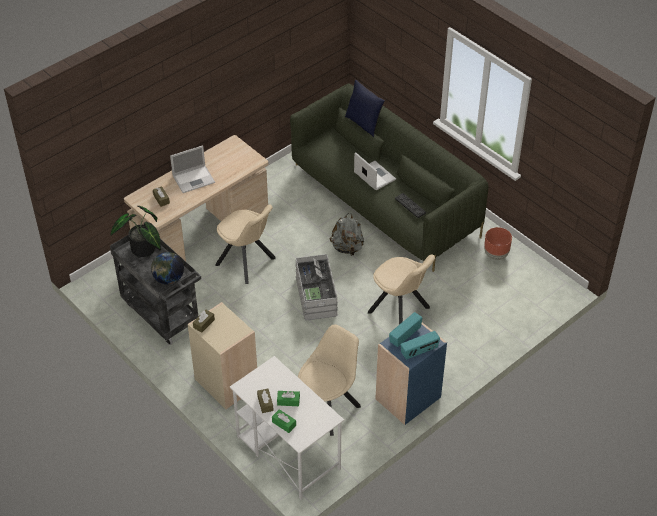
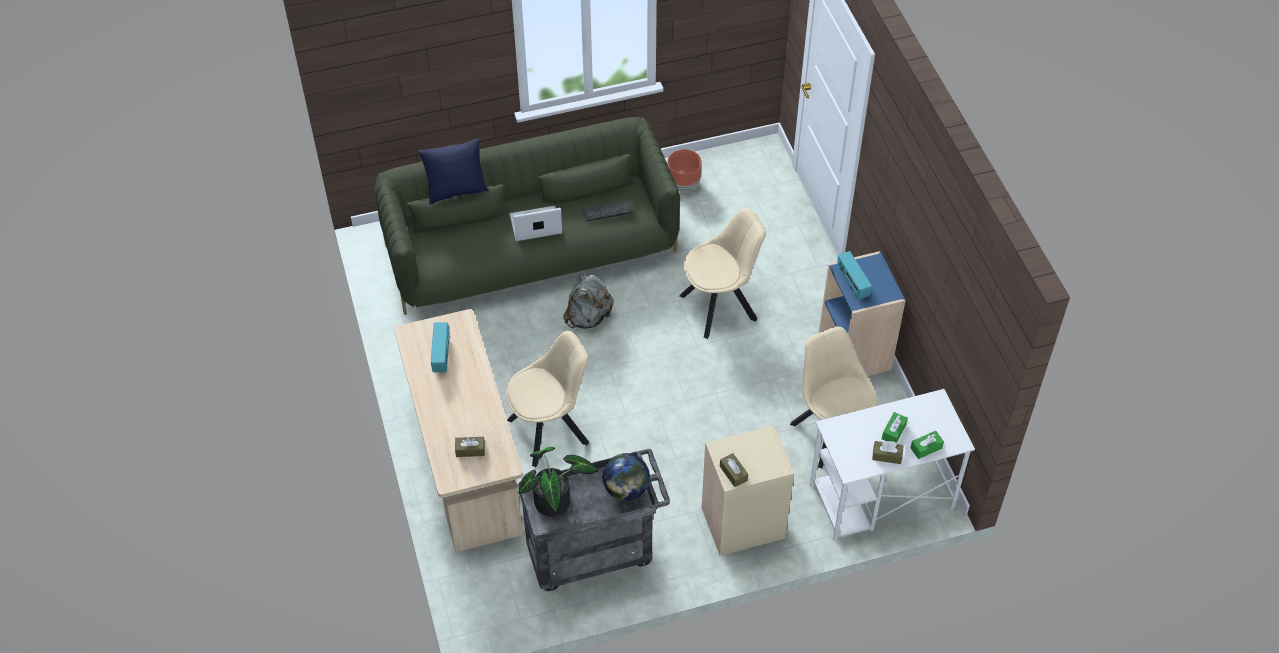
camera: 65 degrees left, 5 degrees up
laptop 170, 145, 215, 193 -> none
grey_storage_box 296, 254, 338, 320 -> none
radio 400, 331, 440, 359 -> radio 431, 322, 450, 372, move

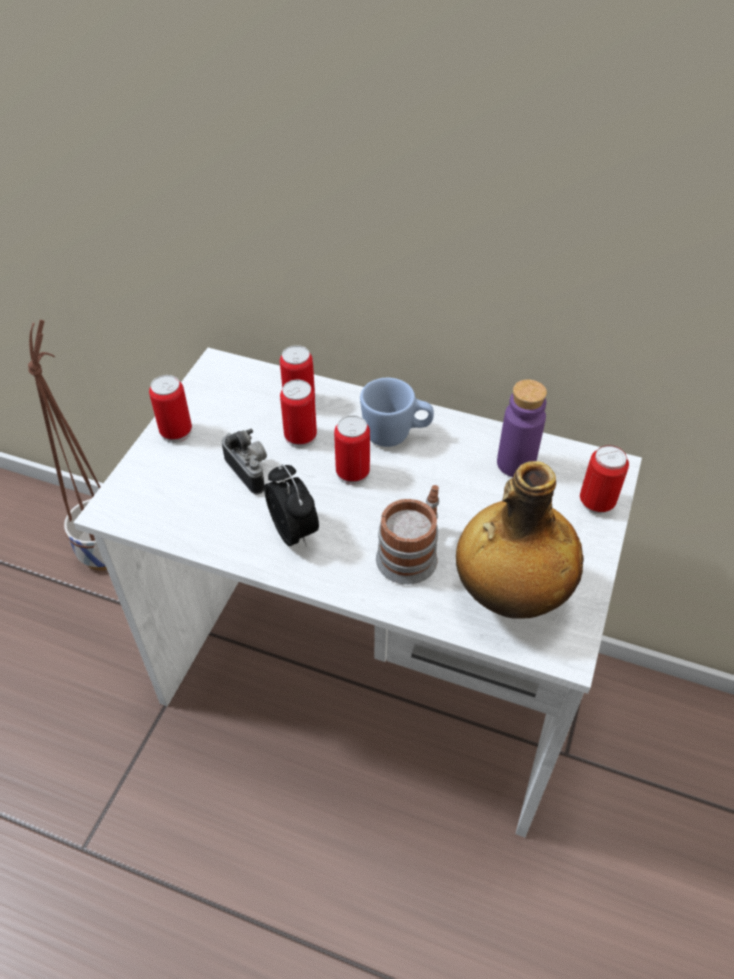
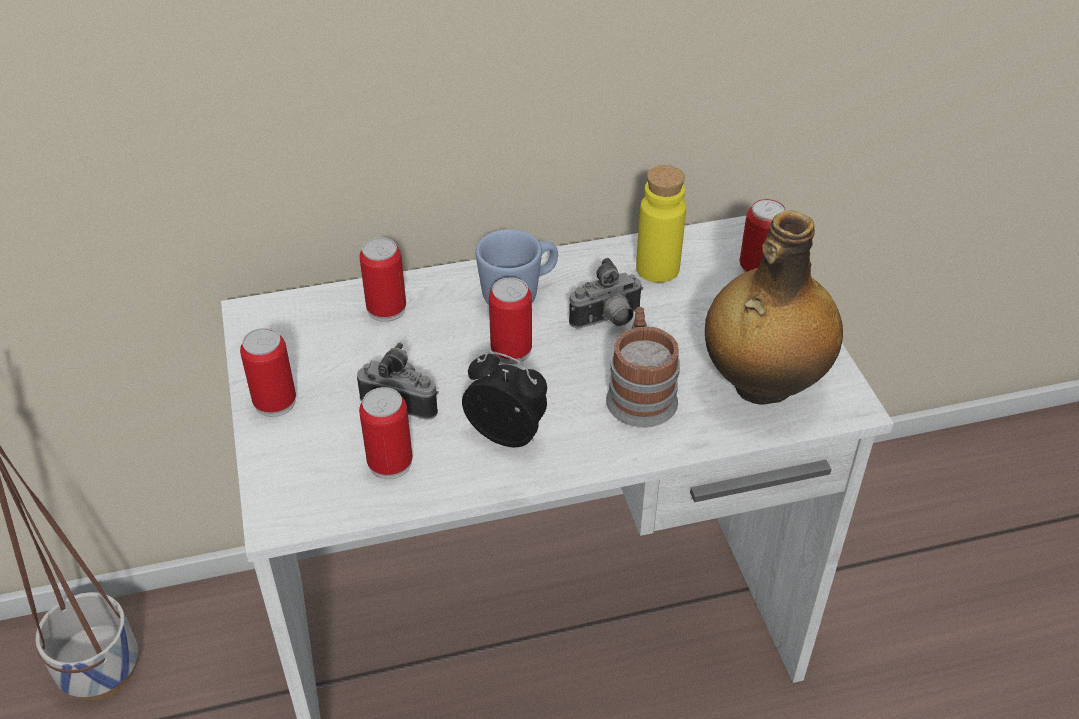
camera: 35 degrees left, 5 degrees down
can 280, 380, 317, 448 -> can 359, 387, 413, 479, move
purple_bottle 497, 379, 547, 477 -> yellow_bottle 636, 165, 686, 282
none -> photo_camera 569, 258, 643, 328

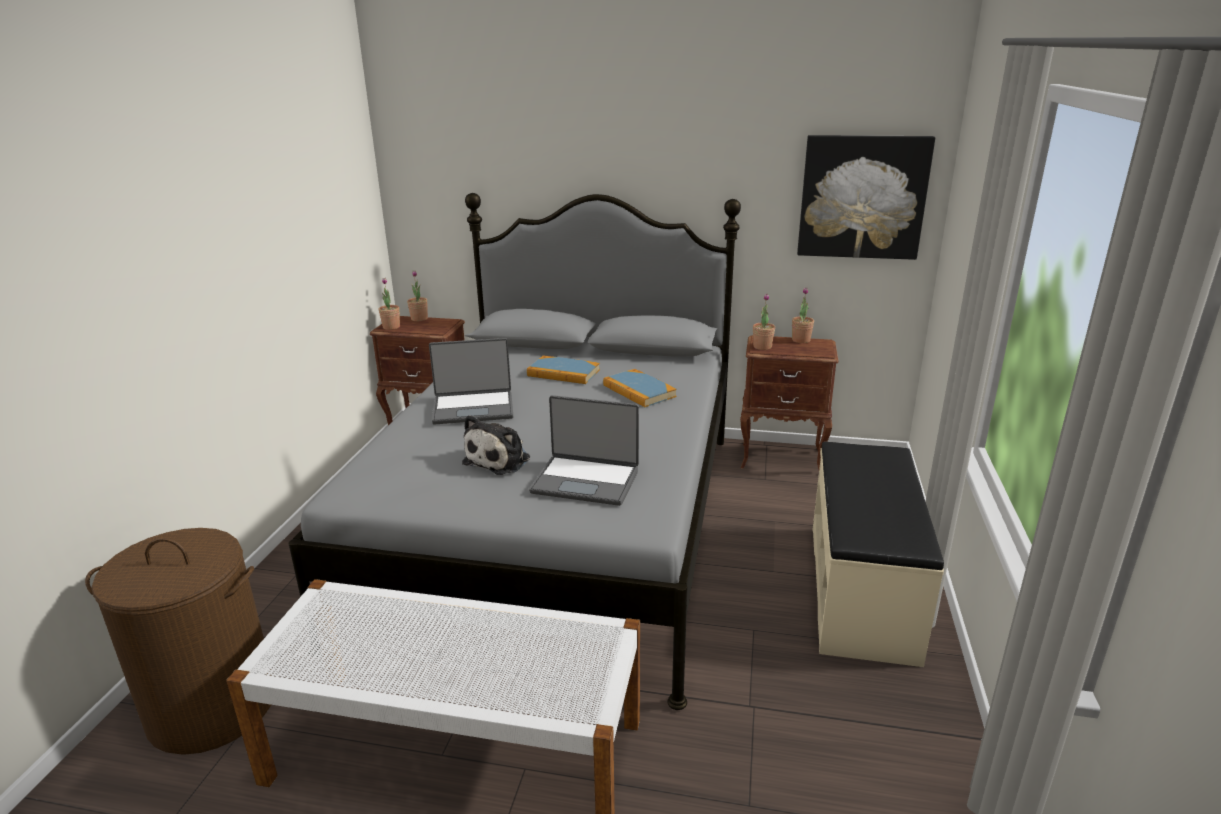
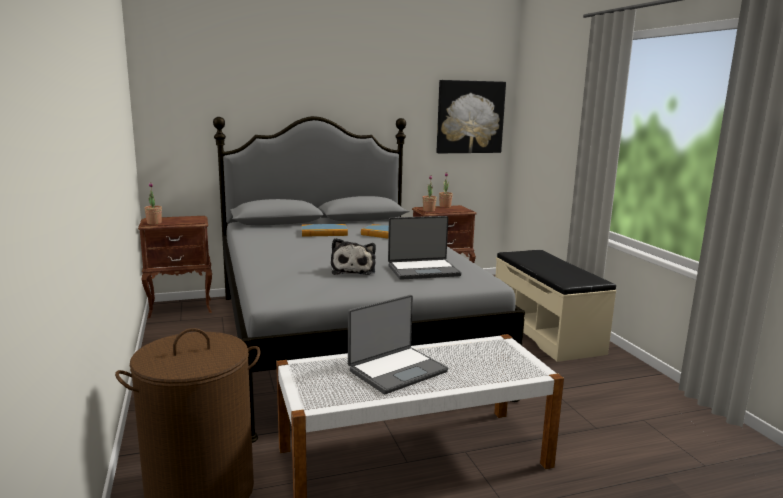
camera: 30 degrees left, 10 degrees down
potted_plant 407, 271, 428, 321 -> none
laptop 429, 338, 513, 425 -> laptop 348, 295, 448, 394, move

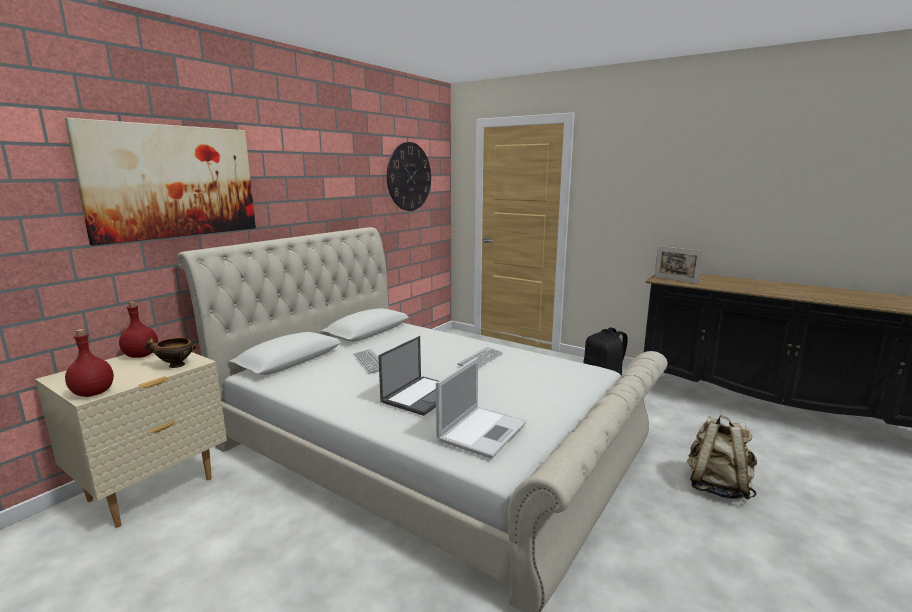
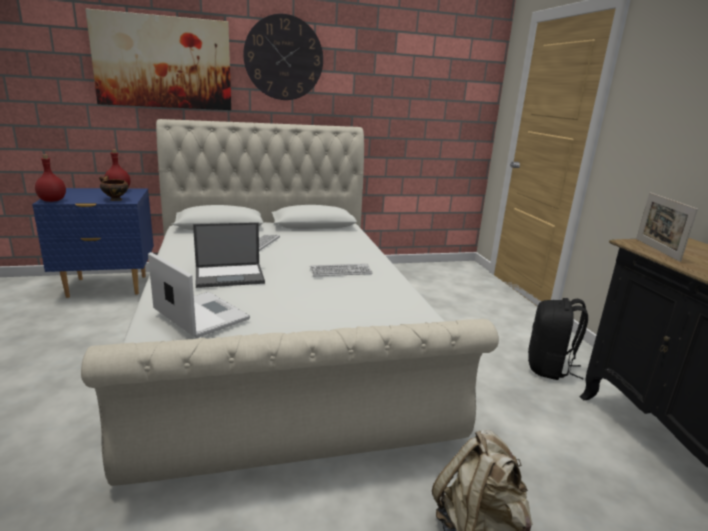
camera: 40 degrees right, 5 degrees up
beige_nightstand 35, 352, 227, 528 -> blue_nightstand 32, 188, 154, 298
wall_clock 387, 142, 431, 211 -> wall_clock 243, 14, 323, 100, move
laptop 436, 357, 526, 459 -> laptop 148, 252, 250, 338, 120 degrees counterclockwise

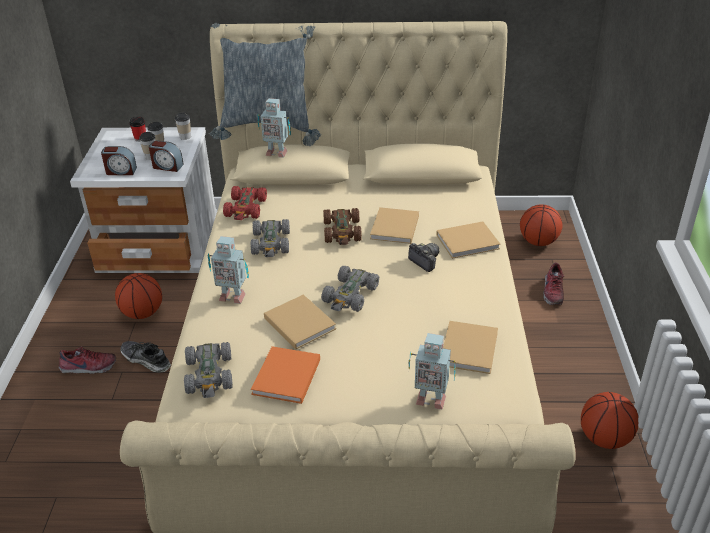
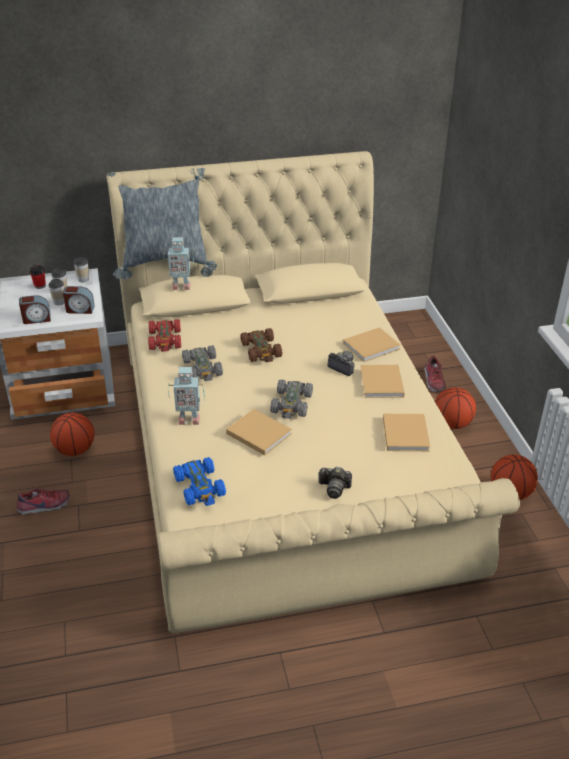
camera: 15 degrees left, 0 degrees up
shoe 120, 341, 171, 373 -> none
grey_toy_car 184, 342, 233, 398 -> blue_toy_car 173, 457, 226, 506
orange_book 251, 346, 320, 404 -> none
beige_book 370, 207, 419, 244 -> beige_book 360, 365, 405, 398, move
toy_robot 408, 333, 456, 410 -> none
basketball 520, 204, 563, 246 -> basketball 435, 387, 476, 429, move
none -> photo_camera 318, 467, 352, 499

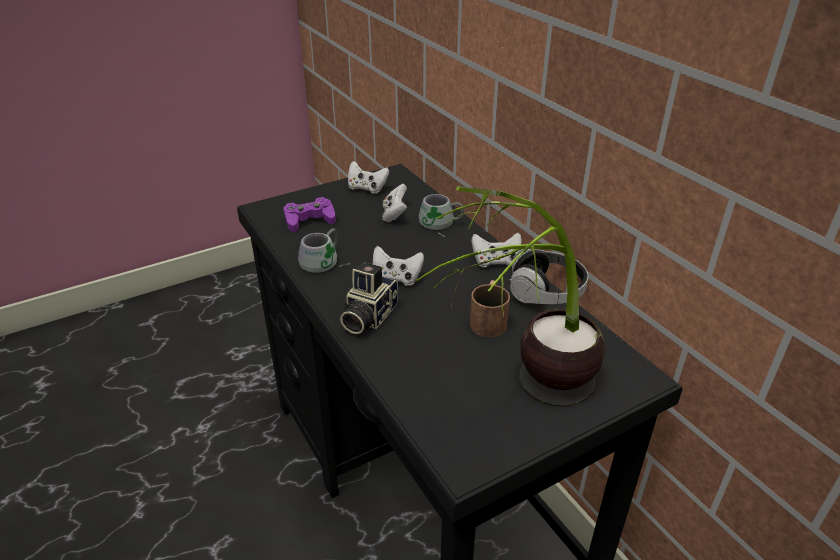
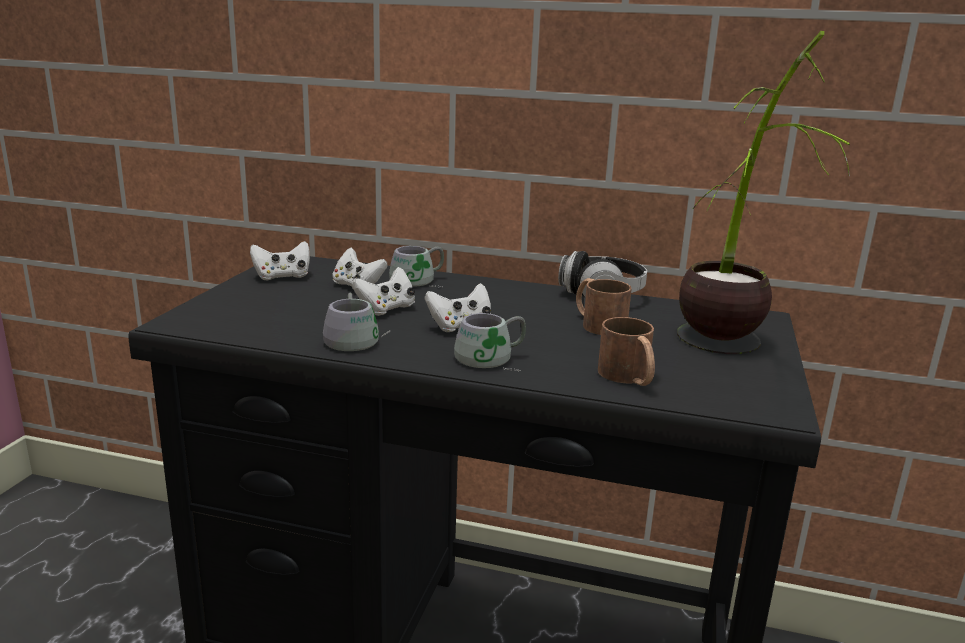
camera: 45 degrees left, 15 degrees down
purple_game_controller 283, 197, 336, 232 -> none
photo_camera 340, 262, 398, 334 -> grey_mug 454, 313, 526, 372
white_game_controller 471, 233, 522, 267 -> white_game_controller 352, 267, 415, 316, move
none -> brown_mug 598, 317, 655, 386

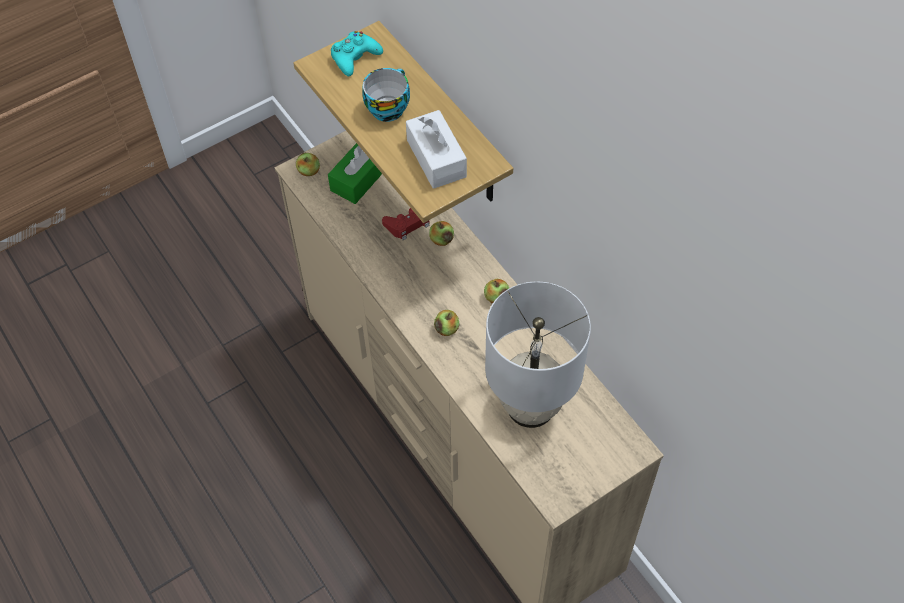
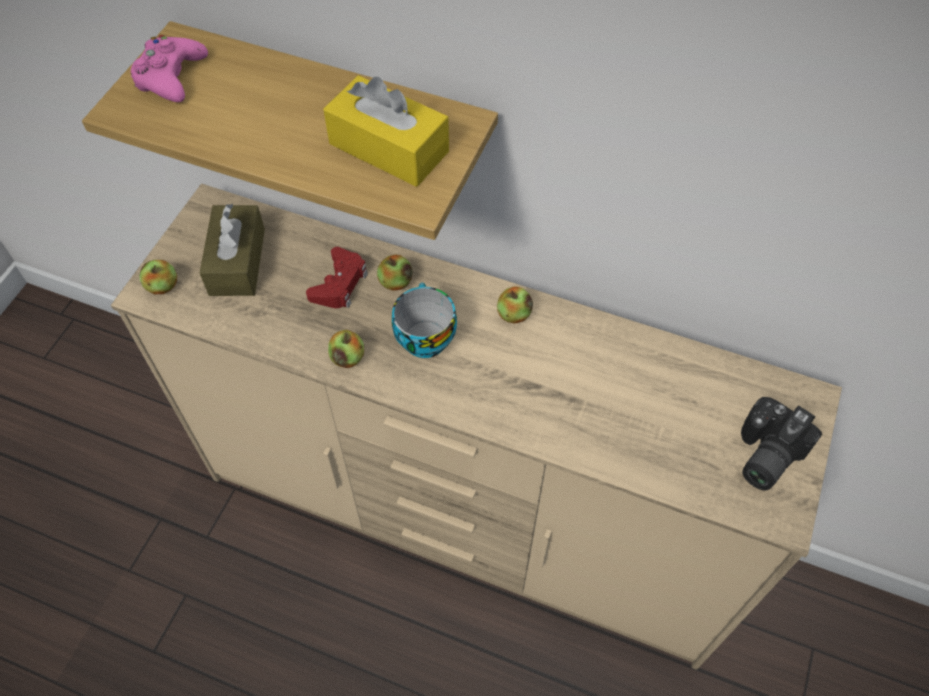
camera: 35 degrees left, 0 degrees up
green_tissue_box 328, 143, 382, 204 -> brown_tissue_box 200, 203, 265, 296
turquoise_game_controller 331, 31, 383, 76 -> pink_game_controller 131, 35, 208, 102
cup 362, 68, 410, 122 -> cup 392, 283, 457, 358, move
white_tissue_box 406, 110, 467, 189 -> yellow_tissue_box 323, 75, 449, 187
apple 434, 310, 460, 336 -> apple 328, 330, 364, 368, move
white_table_lamp 485, 282, 591, 428 -> none
none -> photo_camera 741, 397, 822, 490

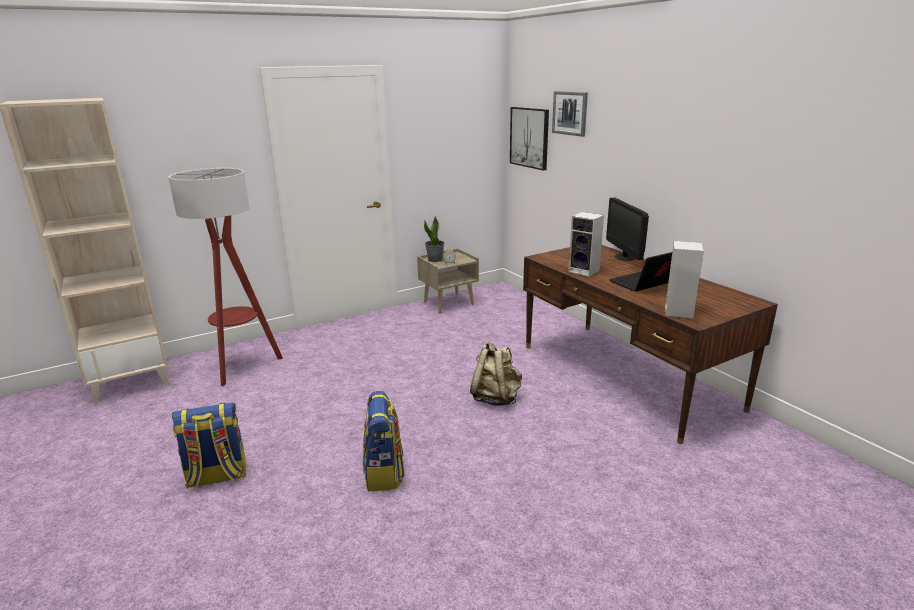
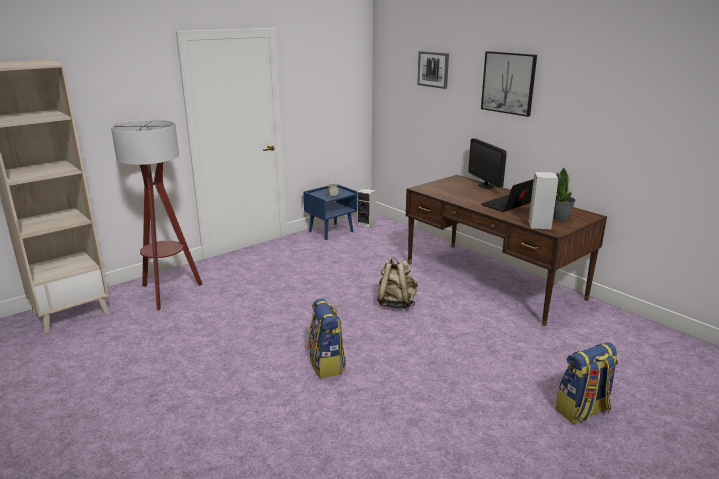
camera: 10 degrees left, 0 degrees up
backpack 172, 402, 246, 489 -> backpack 555, 343, 618, 424, move
beige_nightstand 417, 248, 479, 313 -> blue_nightstand 303, 184, 357, 240
potted_plant 424, 216, 444, 262 -> potted_plant 553, 168, 576, 221, move
picture 510, 107, 549, 171 -> picture 481, 51, 537, 117, move
speaker 568, 212, 604, 277 -> speaker 357, 188, 376, 228, move

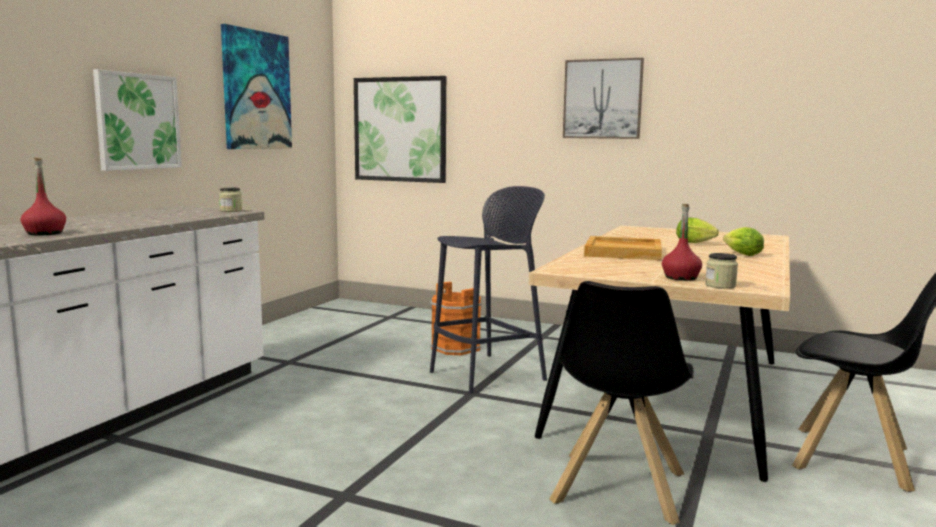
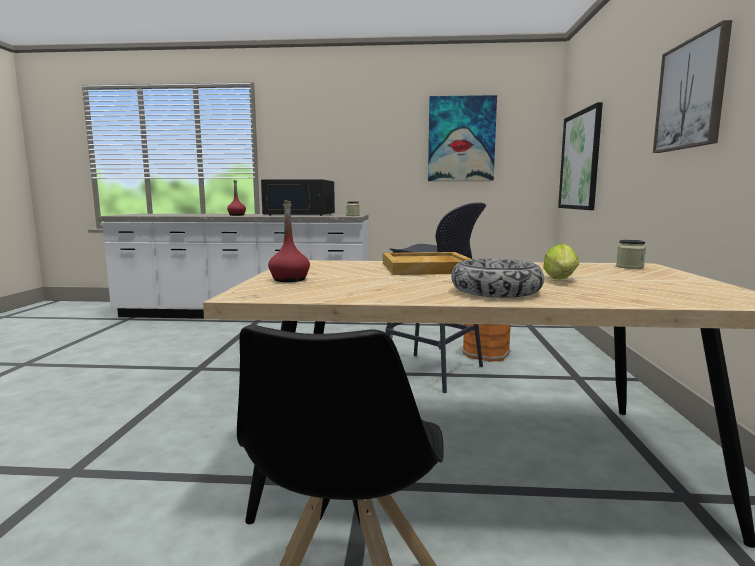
camera: 70 degrees right, 0 degrees up
picture 93, 69, 182, 171 -> none
black_chair 550, 281, 694, 525 -> none
jar 705, 253, 738, 289 -> jar 616, 240, 646, 269, move
lettuce 723, 227, 764, 256 -> bowl 451, 259, 544, 298
none -> black_microwave 261, 179, 335, 216

